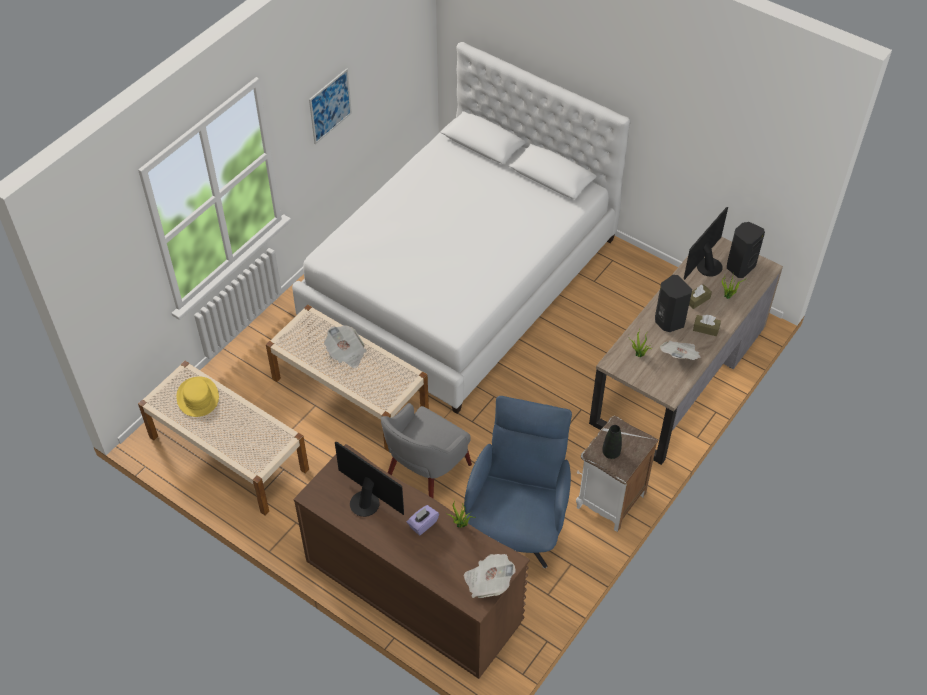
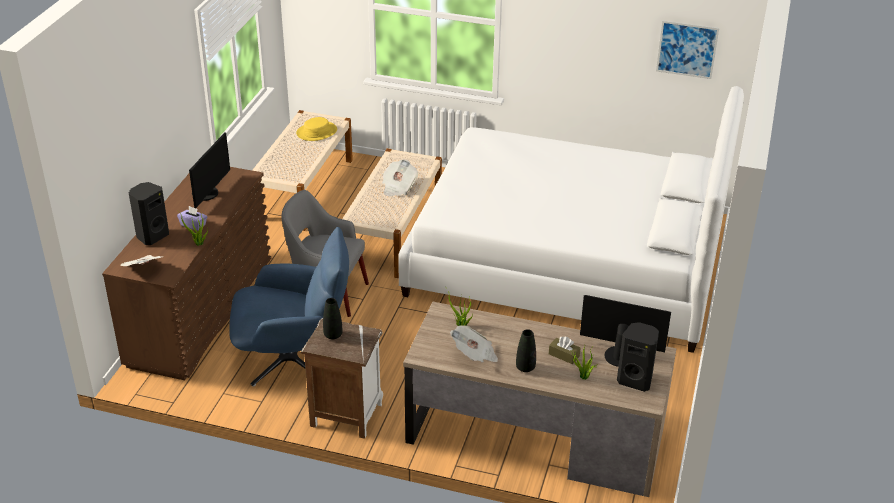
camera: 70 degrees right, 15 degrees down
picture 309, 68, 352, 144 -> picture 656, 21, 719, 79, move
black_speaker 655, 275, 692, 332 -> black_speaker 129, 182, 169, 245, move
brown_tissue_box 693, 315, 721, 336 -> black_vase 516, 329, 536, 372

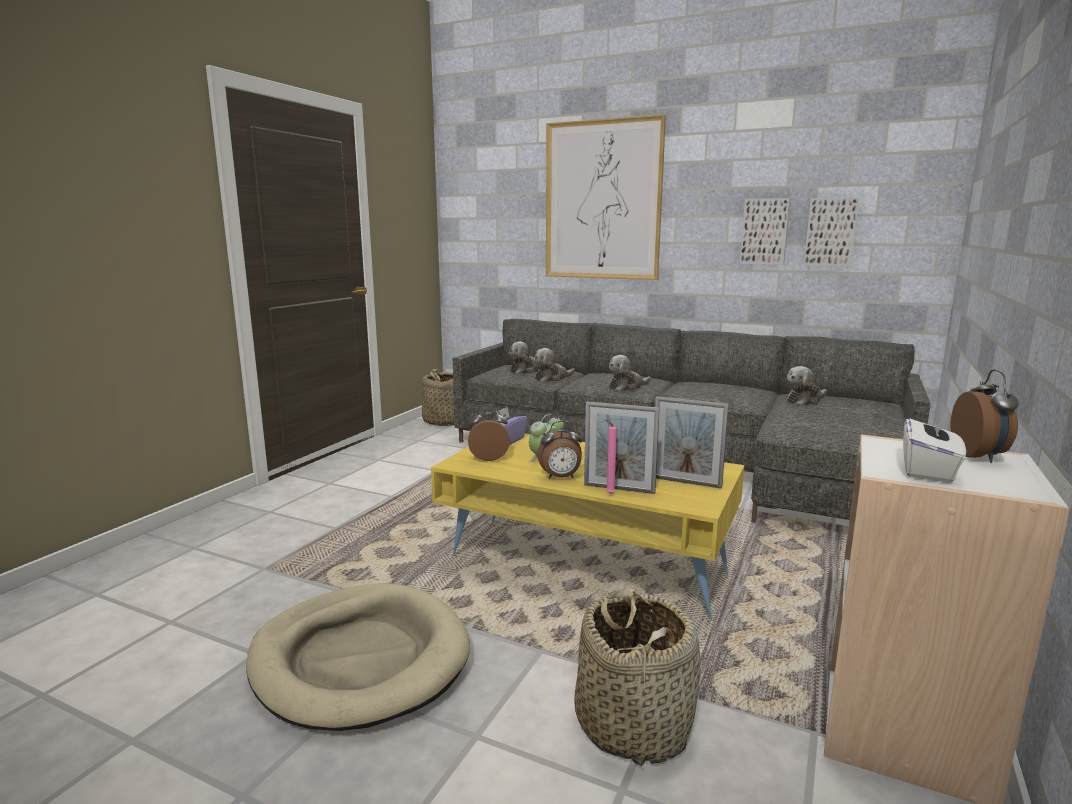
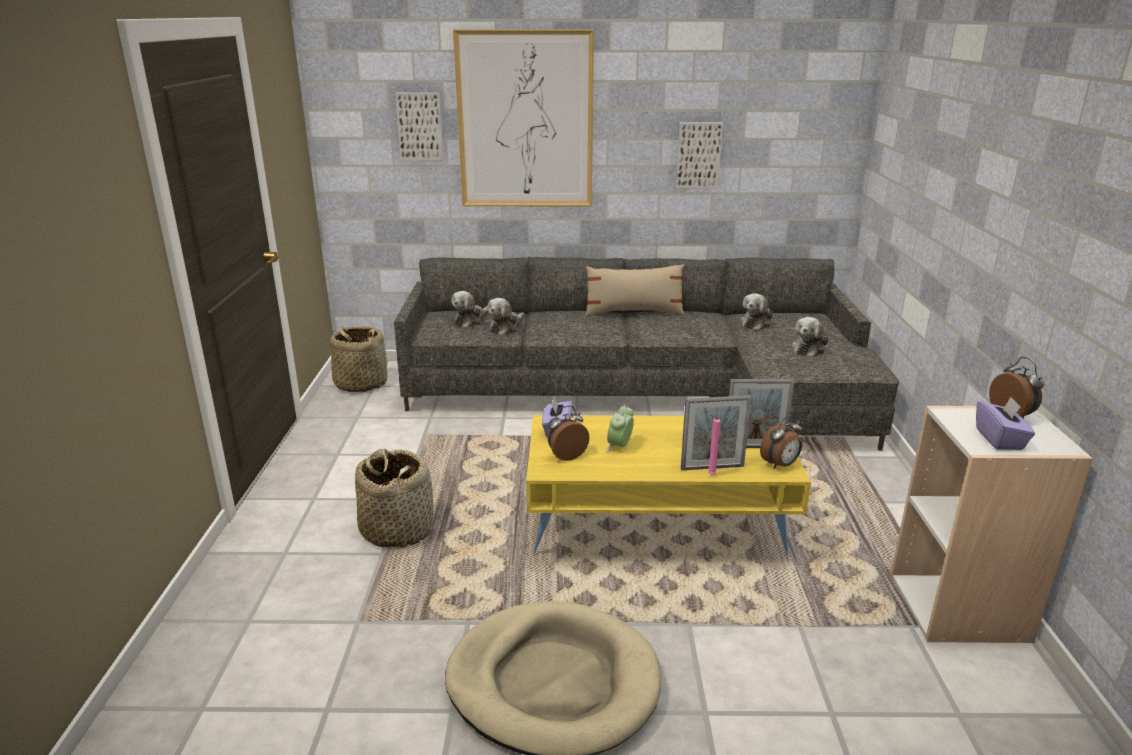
camera: 25 degrees left, 10 degrees up
alarm_clock 537, 421, 582, 479 -> alarm_clock 760, 415, 803, 469, move
basket 574, 588, 700, 766 -> basket 355, 448, 433, 548, move
plush_toy 609, 355, 651, 391 -> plush_toy 791, 317, 829, 357, move
picture 804, 197, 859, 267 -> picture 395, 93, 444, 160, move
white_tissue_box 903, 411, 966, 483 -> purple_tissue_box 976, 397, 1035, 450
none -> beige_pillow 585, 264, 685, 316

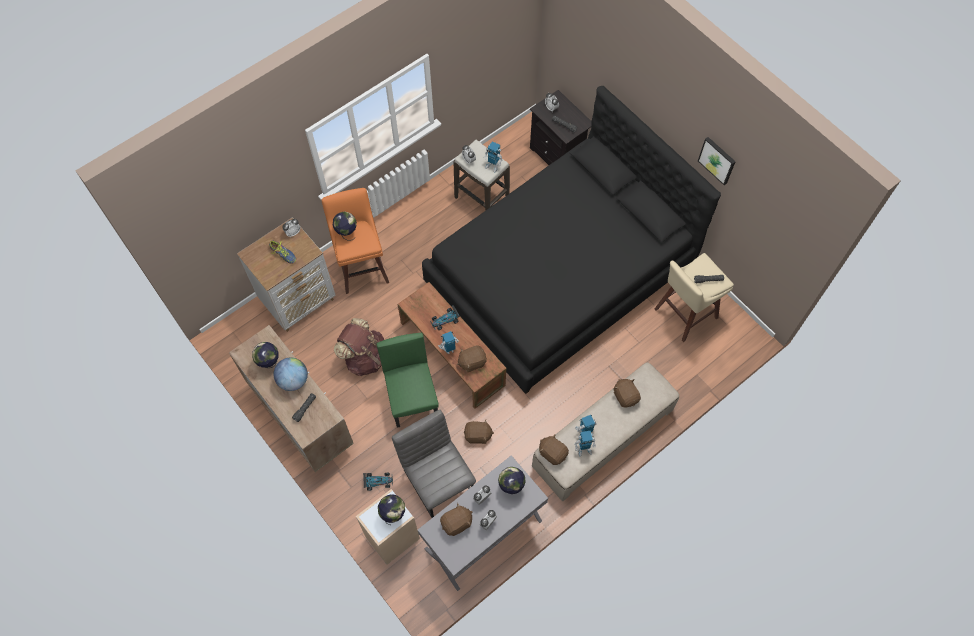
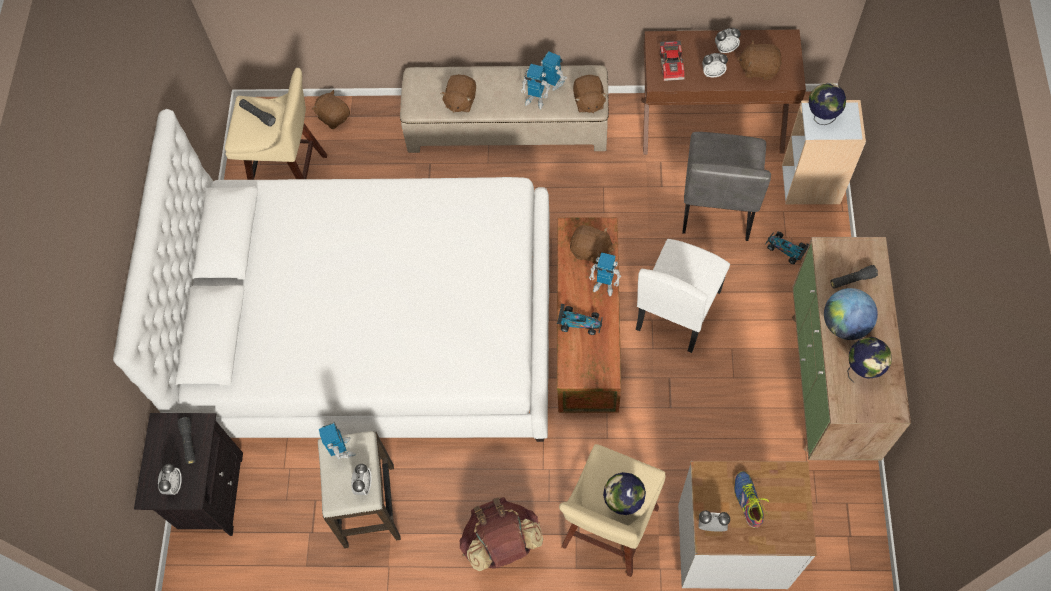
camera: 135 degrees left, 0 degrees up
orange_stool 322, 188, 389, 294 -> beige_stool 559, 444, 666, 577
brown_backpack 334, 318, 384, 376 -> brown_backpack 460, 497, 543, 571, move
green_chair 377, 333, 439, 428 -> white_chair 636, 239, 730, 353
grey_desk 418, 455, 548, 591 -> brown_desk 641, 29, 806, 155
black_bed 422, 86, 721, 394 -> white_bed 113, 109, 550, 442
brown_plush_toy 464, 420, 494, 444 -> brown_plush_toy 312, 90, 350, 129, move
globe 498, 467, 526, 494 -> toy_car 660, 40, 685, 81
picture 698, 137, 736, 185 -> none

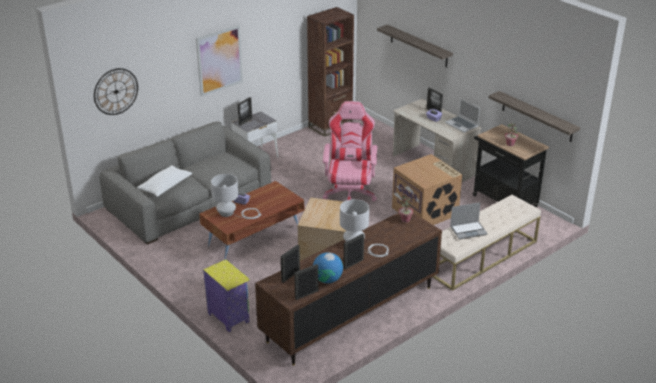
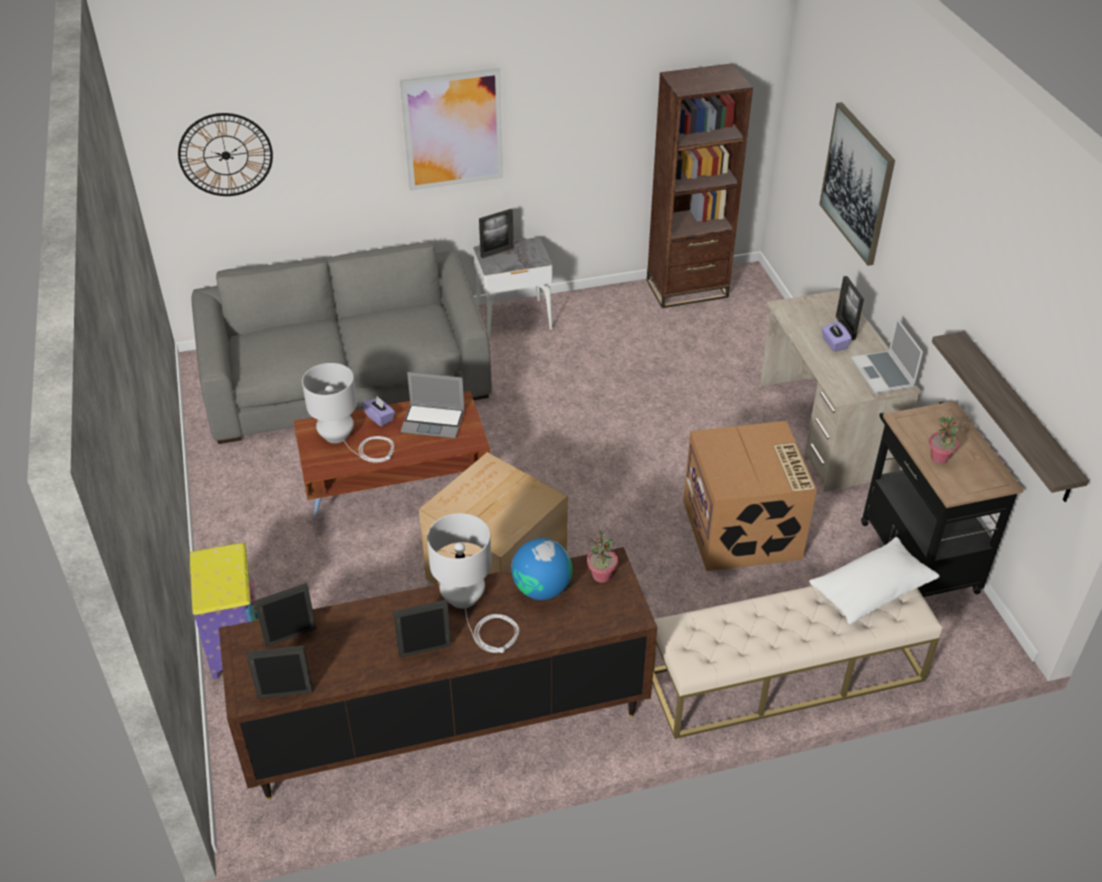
camera: 25 degrees right, 10 degrees up
white_pillow 137, 165, 192, 197 -> white_pillow 809, 537, 939, 624, move
globe 313, 252, 343, 283 -> globe 511, 538, 573, 600, move
pink_office_chair 323, 101, 378, 202 -> none
shelf 377, 24, 453, 68 -> picture 819, 102, 895, 266
laptop 450, 202, 488, 240 -> laptop 401, 372, 465, 438, move

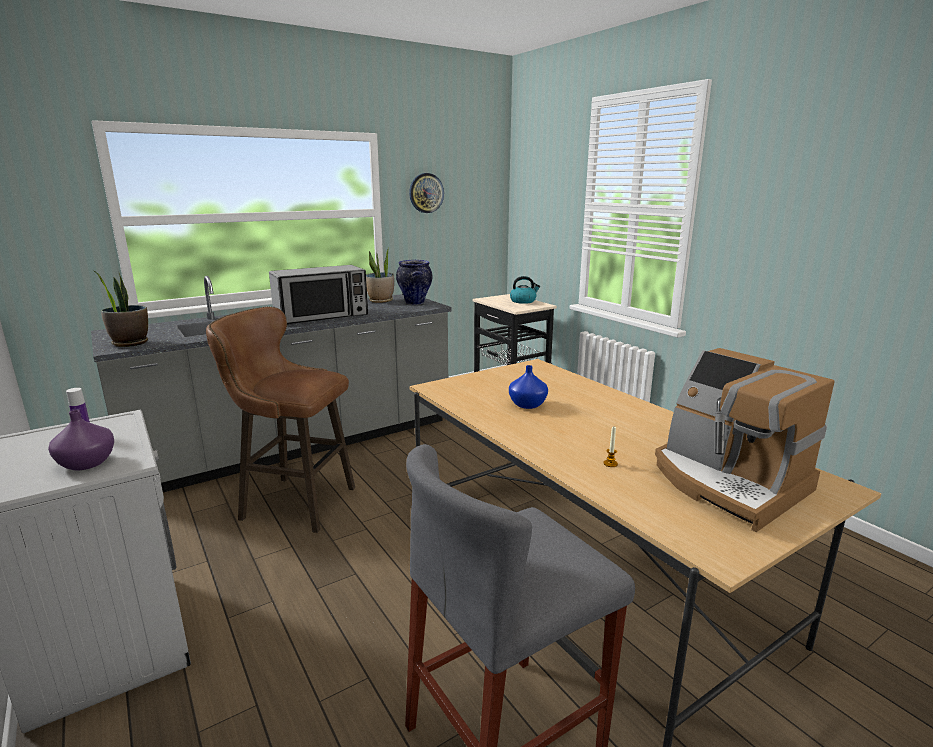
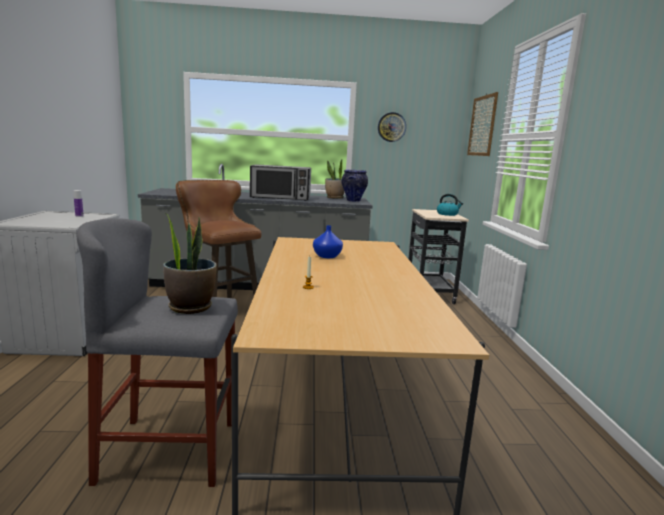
camera: 30 degrees right, 5 degrees down
purple_vase 48, 410, 114, 470 -> none
potted_plant 94, 271, 148, 347 -> potted_plant 163, 213, 217, 314, move
coffee_machine 655, 348, 835, 532 -> none
none -> picture 467, 92, 498, 156

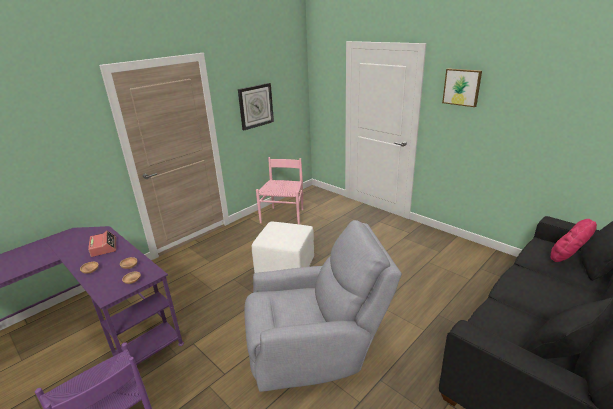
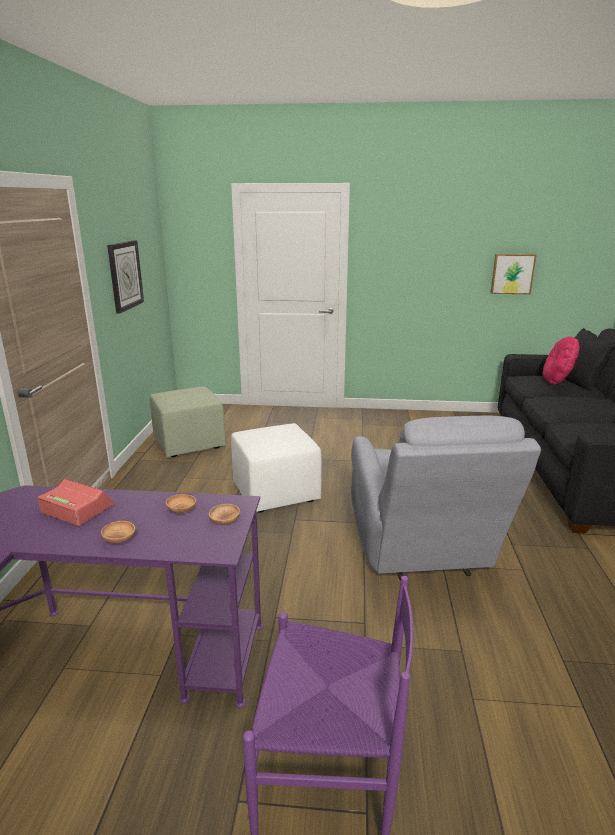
camera: 40 degrees left, 5 degrees down
grey_armchair 245, 220, 402, 392 -> grey_armchair 351, 416, 541, 580, 135 degrees clockwise
pink_chair 256, 157, 303, 224 -> green_ottoman 150, 386, 226, 457
picture 442, 68, 482, 107 -> picture 490, 254, 536, 294, move

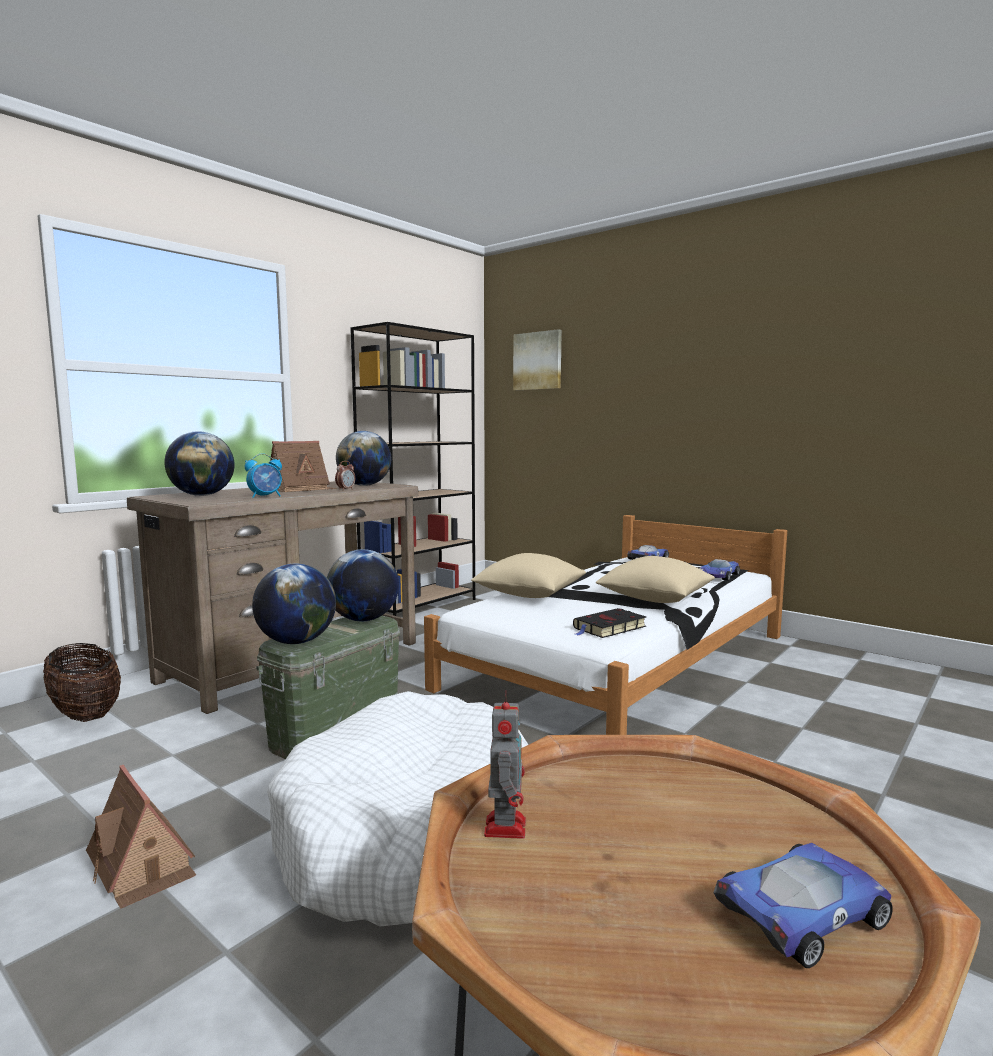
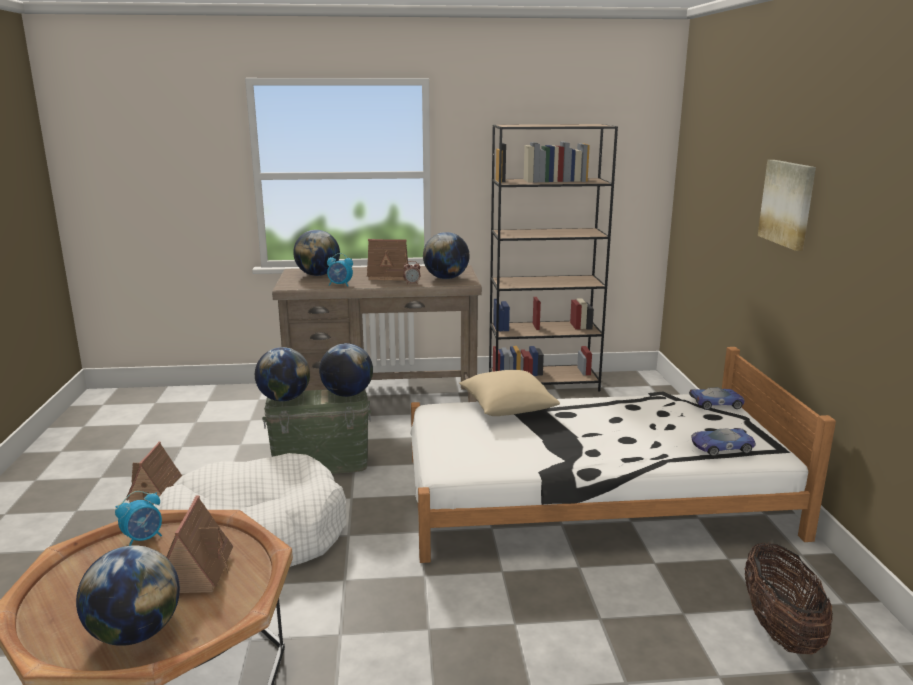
camera: 45 degrees right, 10 degrees up
basket 43, 643, 121, 722 -> basket 745, 542, 833, 654, move
toy_robot 484, 690, 526, 839 -> alarm_clock 115, 491, 162, 546
picture 513, 329, 562, 390 -> picture 758, 160, 816, 251, move
black_book 573, 608, 646, 638 -> none
beige_pillow 596, 556, 715, 603 -> none
toy_car 713, 843, 893, 968 -> globe 76, 545, 180, 646
none -> toy_house 166, 495, 233, 593

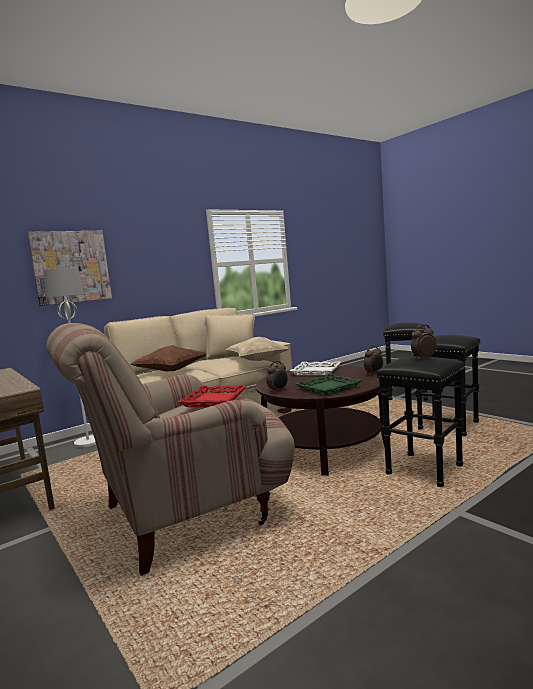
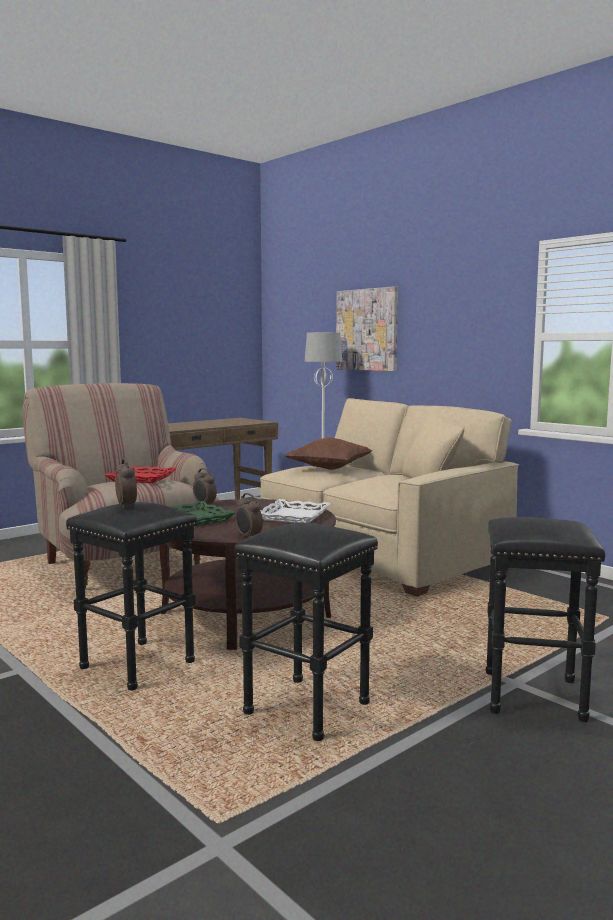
camera: 85 degrees right, 0 degrees up
beige_pillow 225, 337, 289, 361 -> none

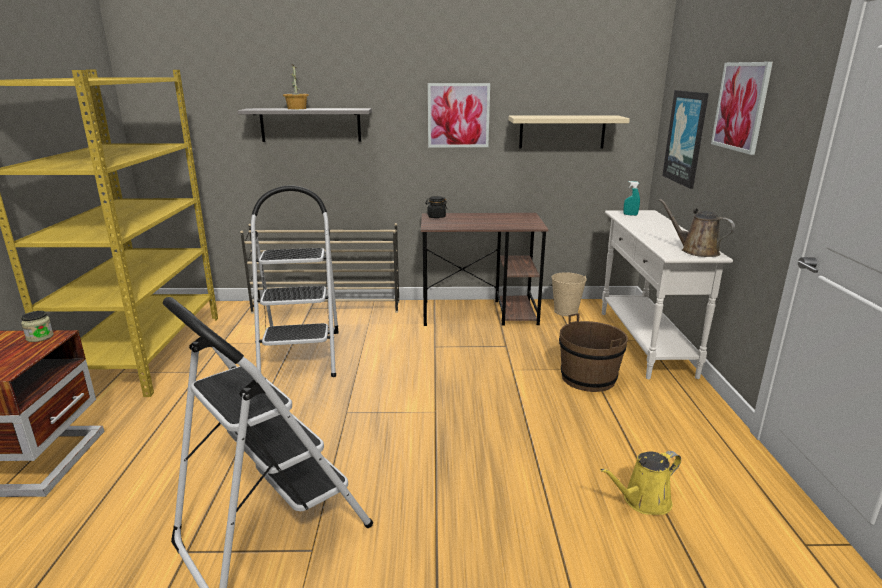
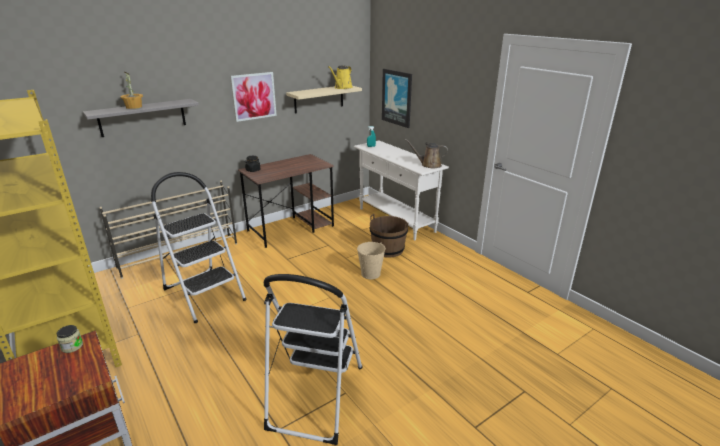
camera: 35 degrees left, 5 degrees up
beige_bucket 552, 272, 587, 316 -> beige_bucket 357, 242, 386, 279, move
yellow_watering_can 600, 451, 681, 515 -> yellow_watering_can 328, 65, 353, 89, move
picture 711, 62, 773, 155 -> none

